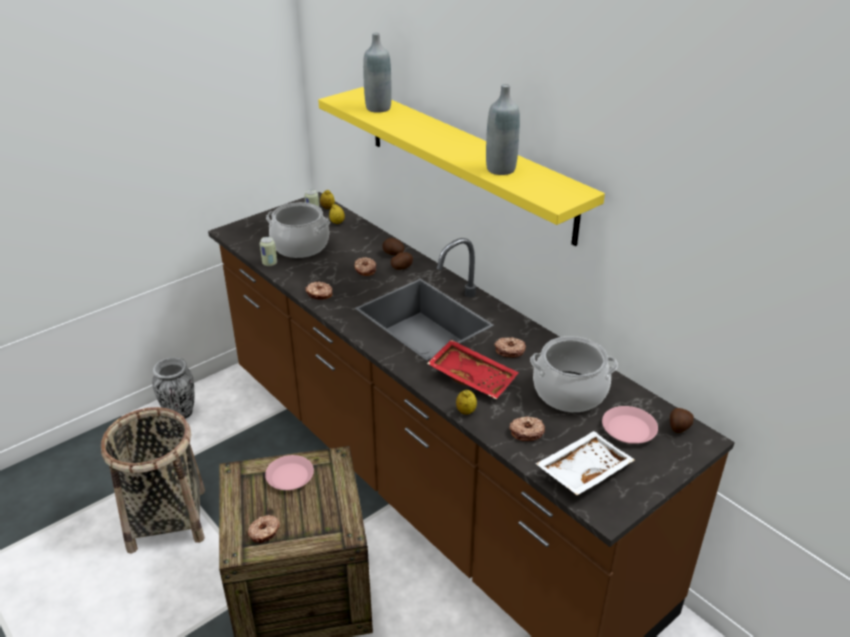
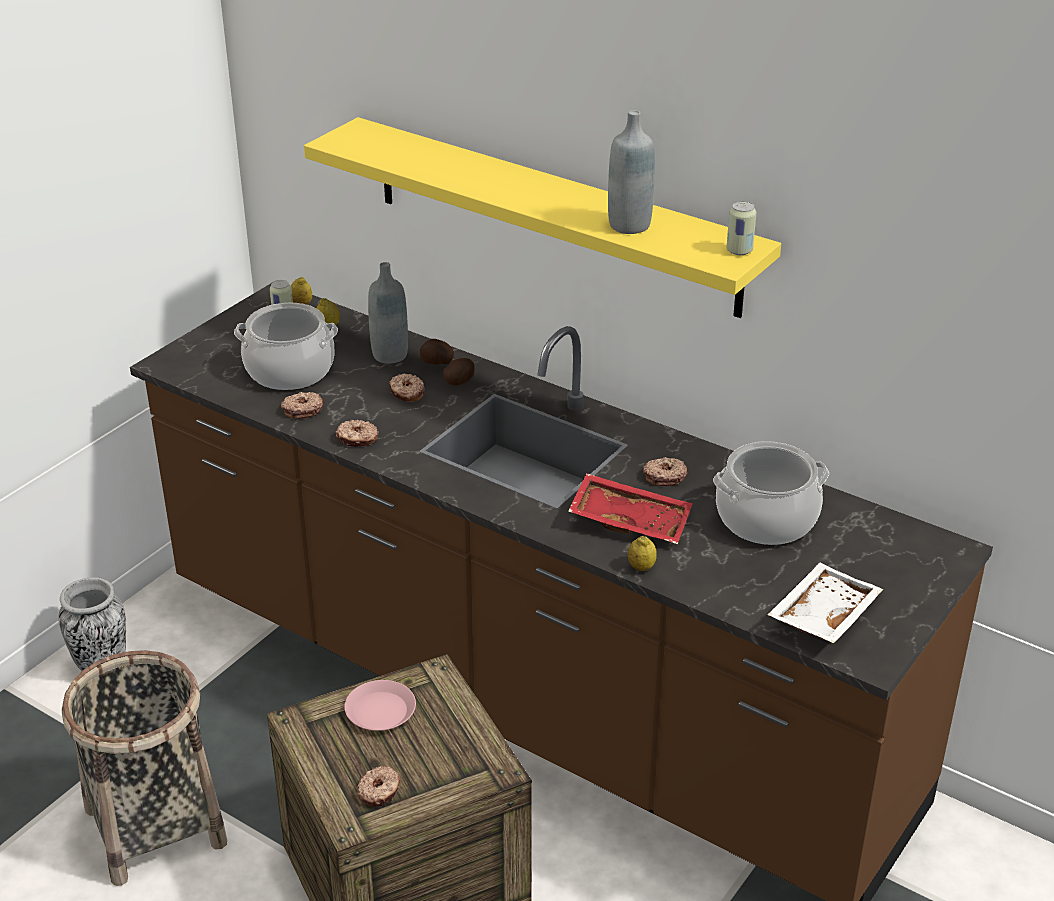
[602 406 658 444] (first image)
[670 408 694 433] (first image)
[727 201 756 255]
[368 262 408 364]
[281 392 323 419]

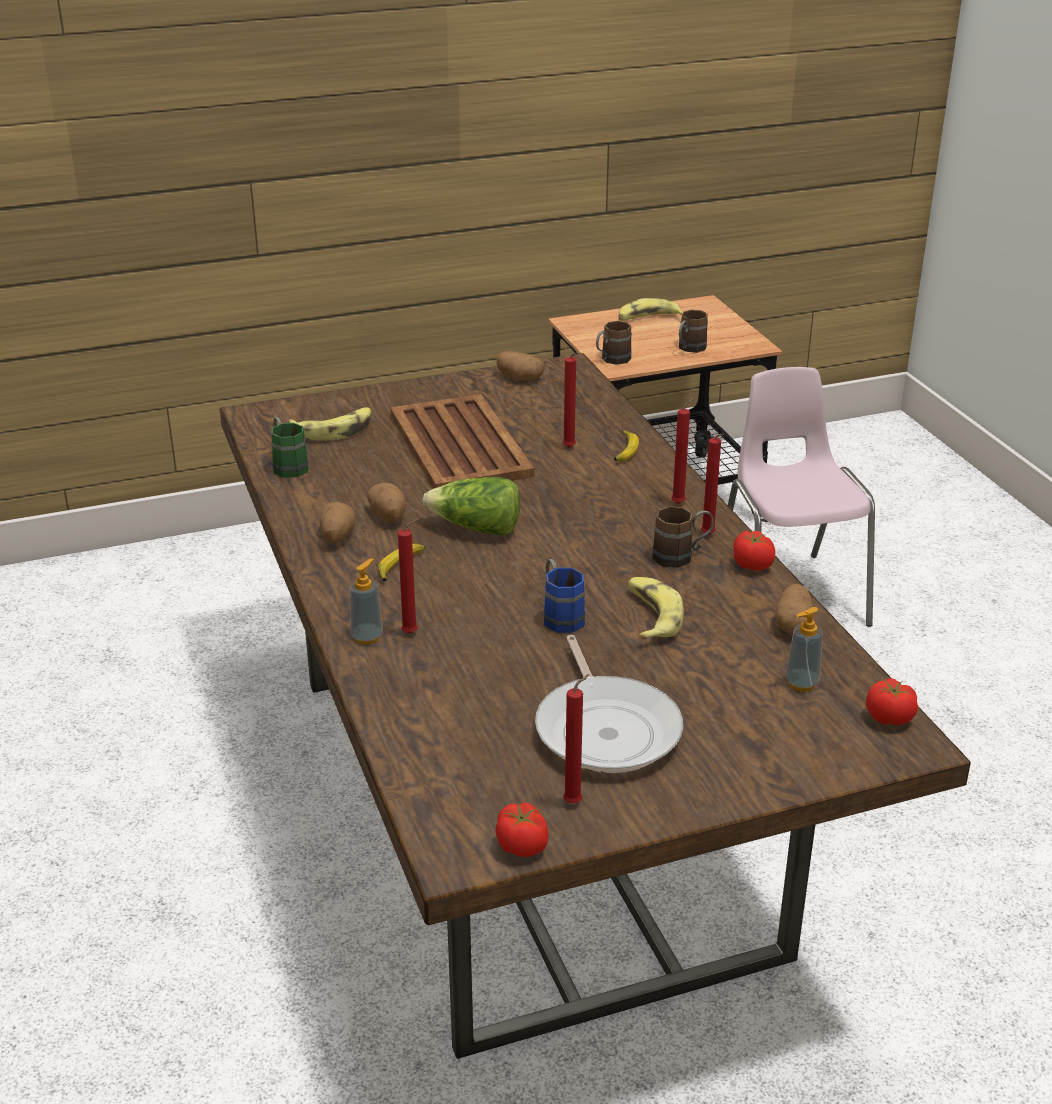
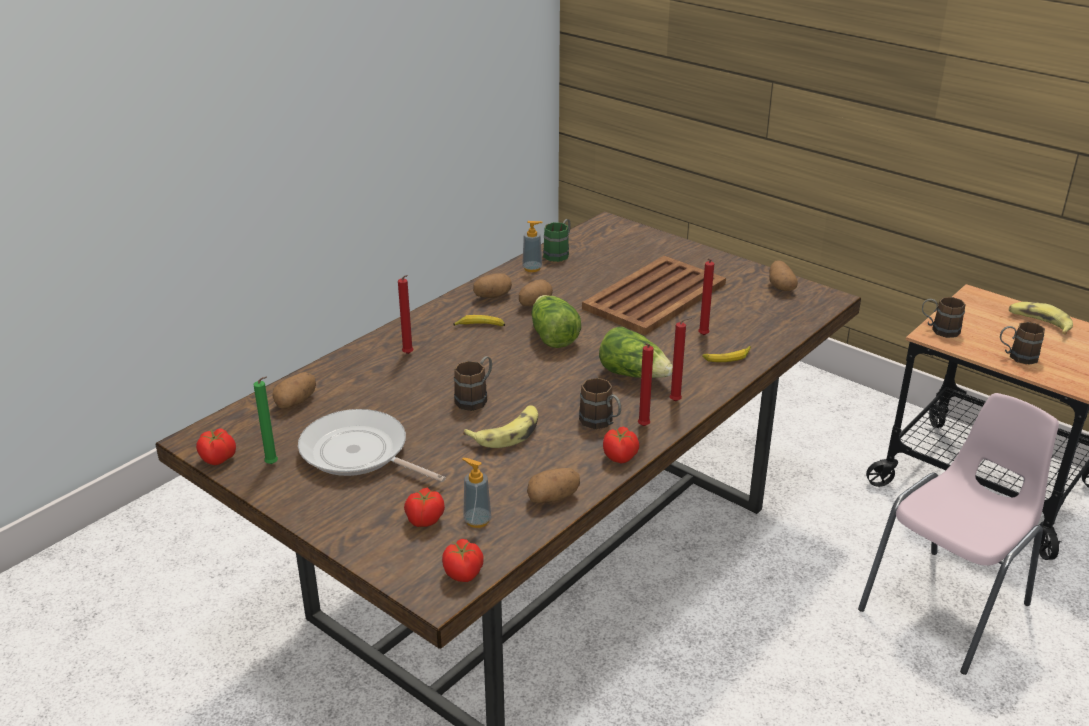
[288 407 371 441] (first image)
[272 372 316 409]
[404 488 445 527]
[599 327 673 378]
[522 221 542 272]
[454 356 492 411]
[254 377 278 464]
[298 409 446 482]

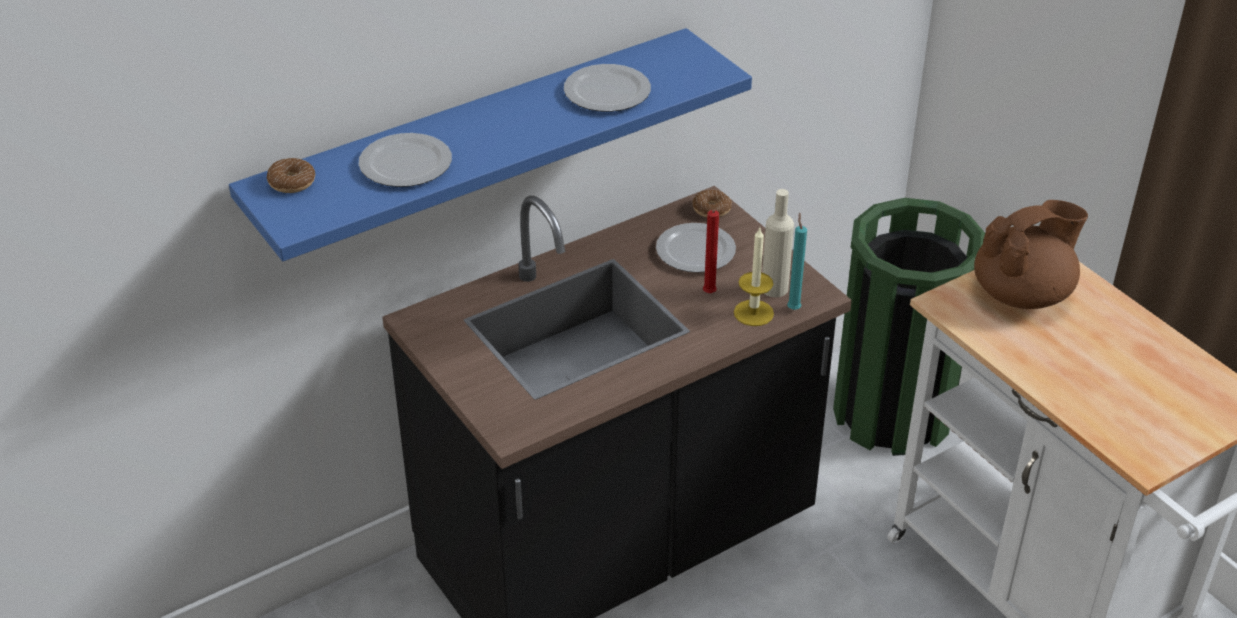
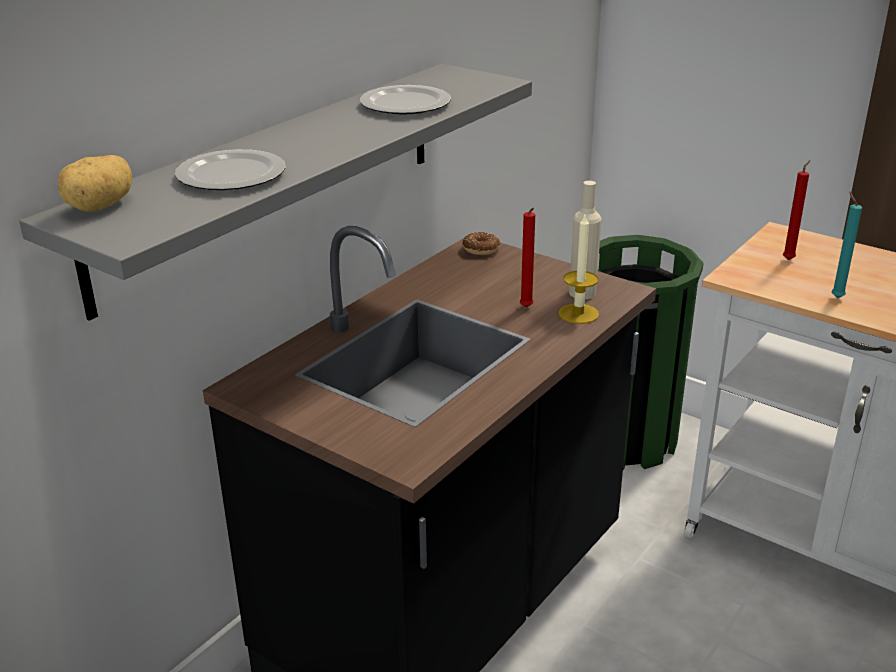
[656 223 736 273] (first image)
[831 192 862 298]
[58 155 132 212]
[783 160 810 260]
[19 64 532 321]

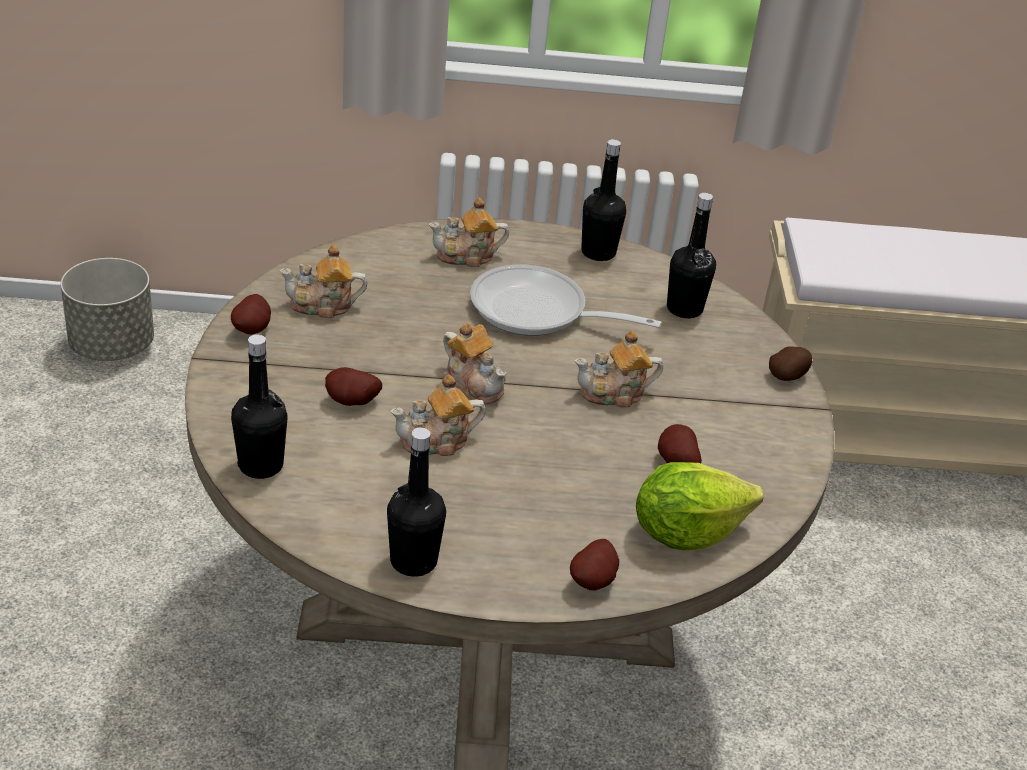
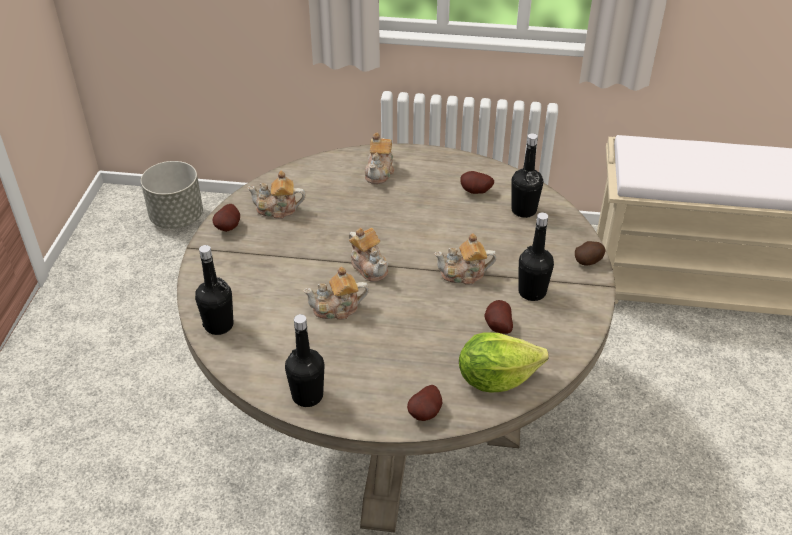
[470 265 662 336] (first image)
[460 171 494 194]
[518 212 554 301]
[365 133 395 184]

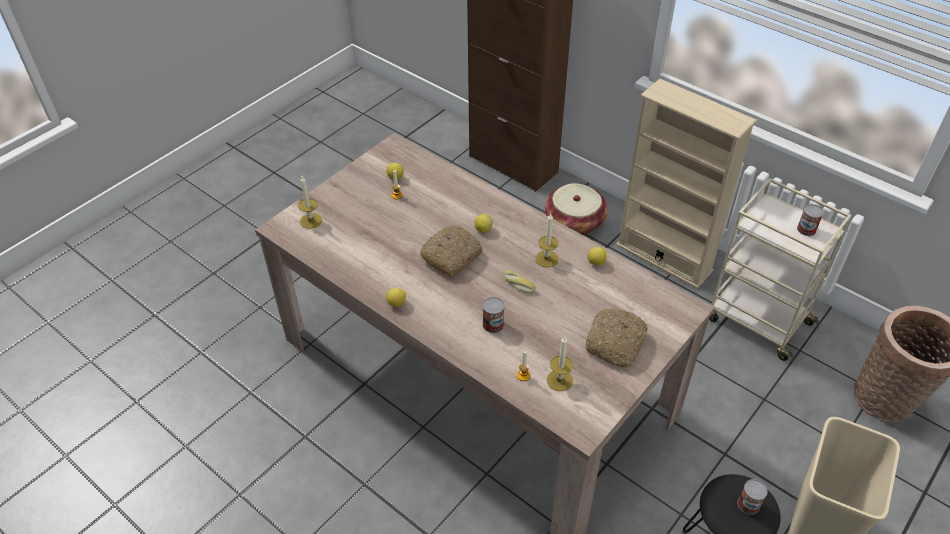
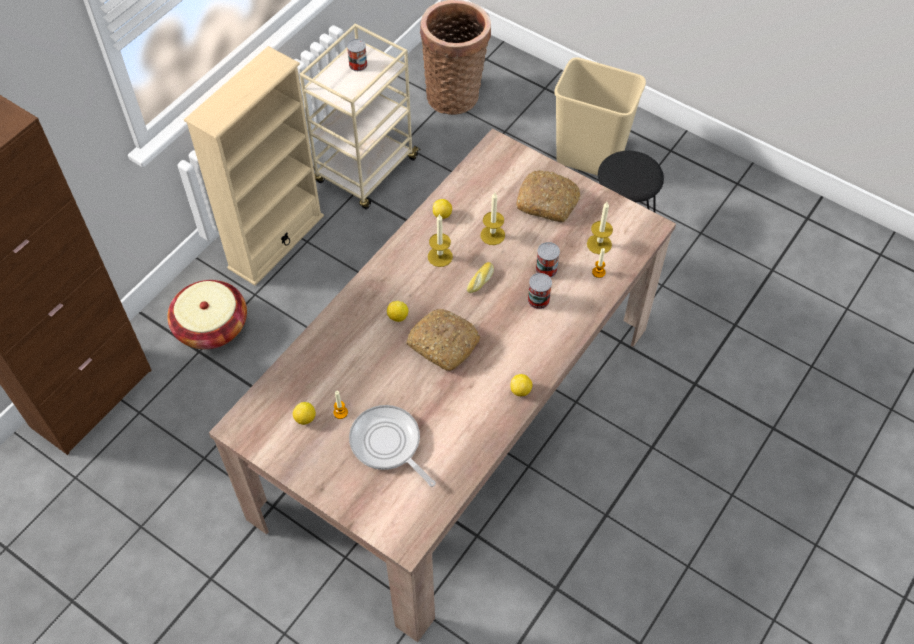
[349 405 436 487]
[480 193 505 245]
[536 242 560 278]

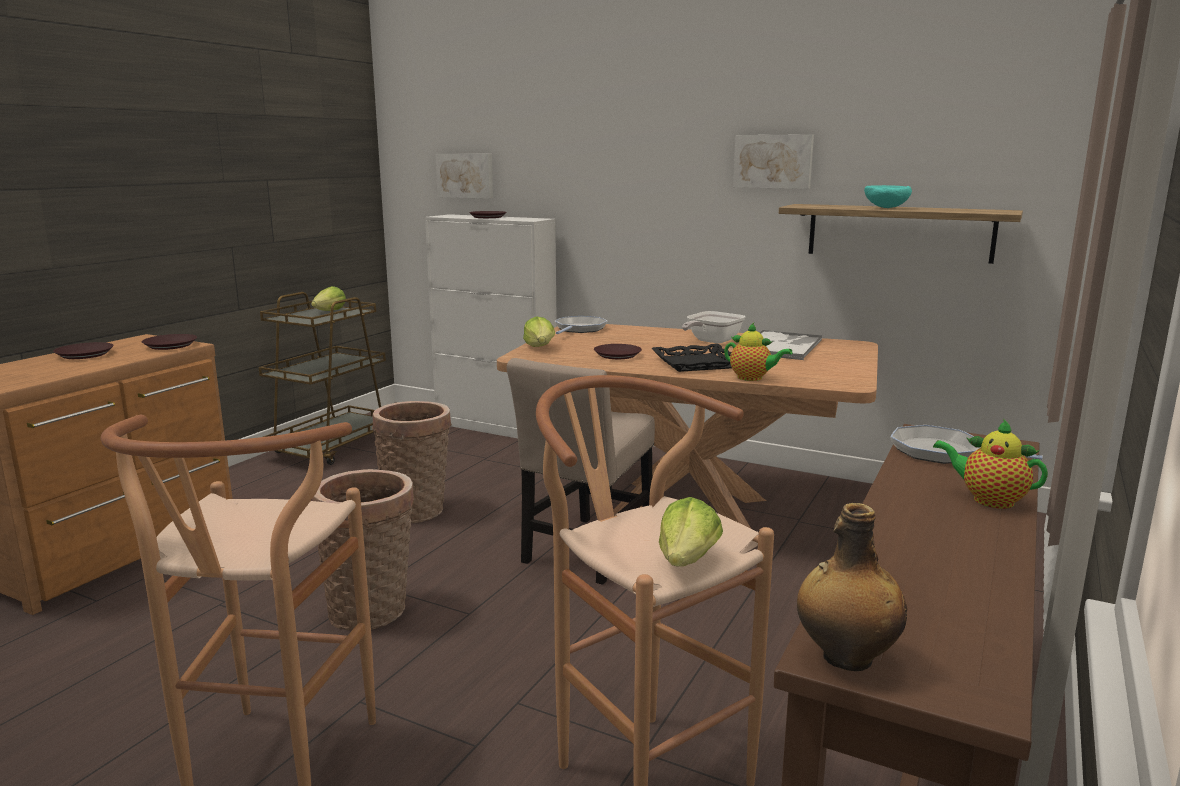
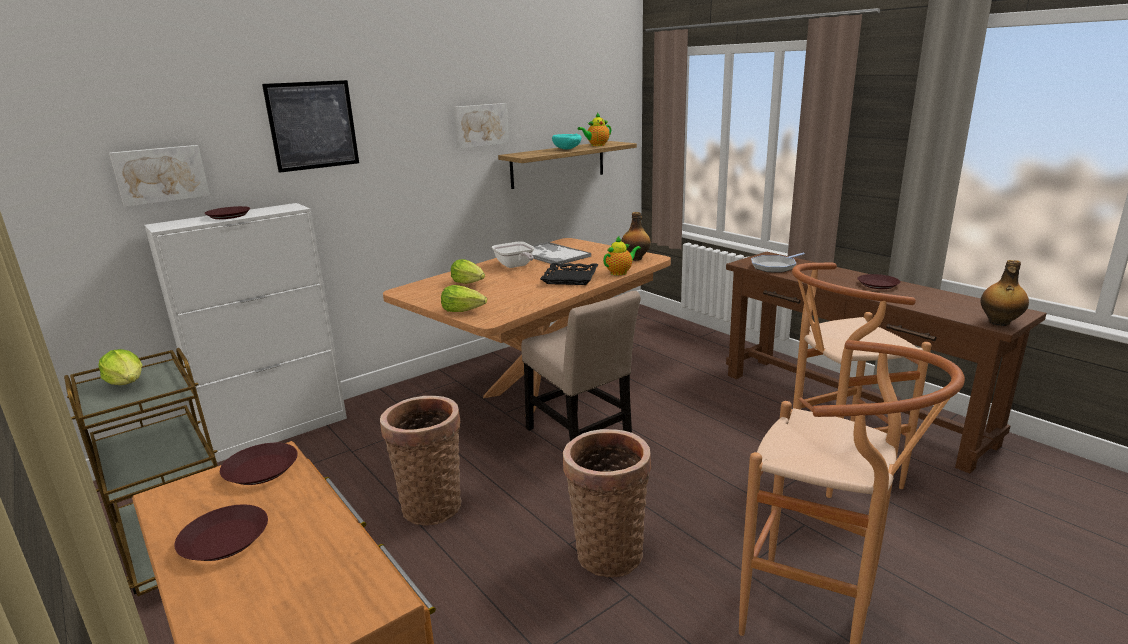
[555 316 607 334] (first image)
[262 80 359 173]
[621 212 651 261]
[858 274 901 289]
[451 259 485 284]
[578 113 611 146]

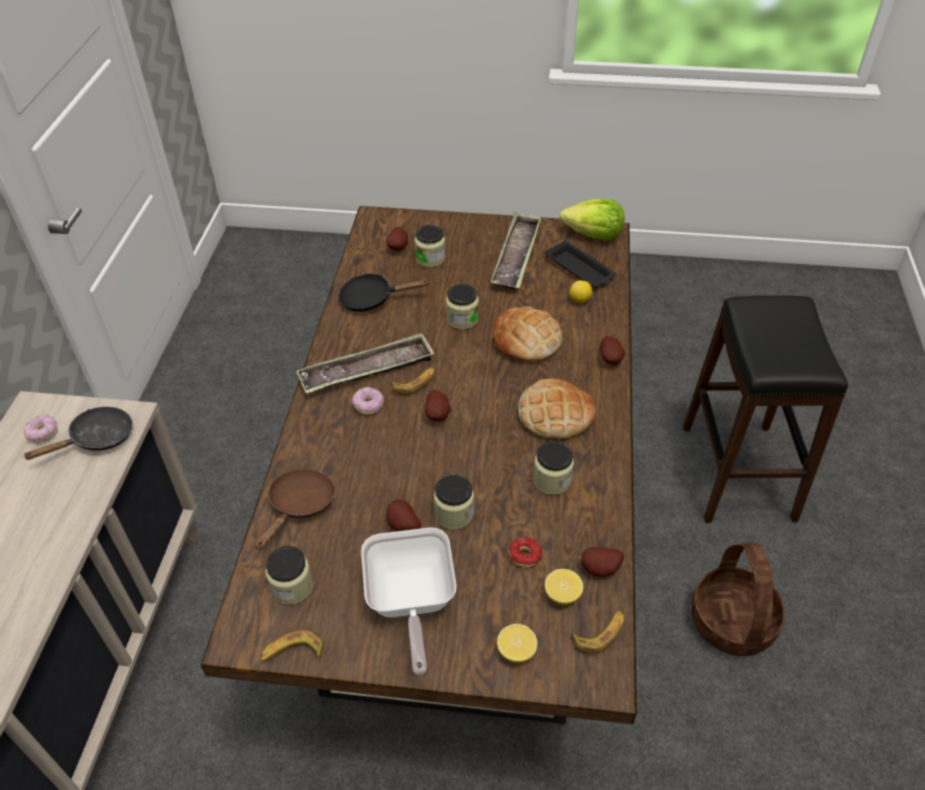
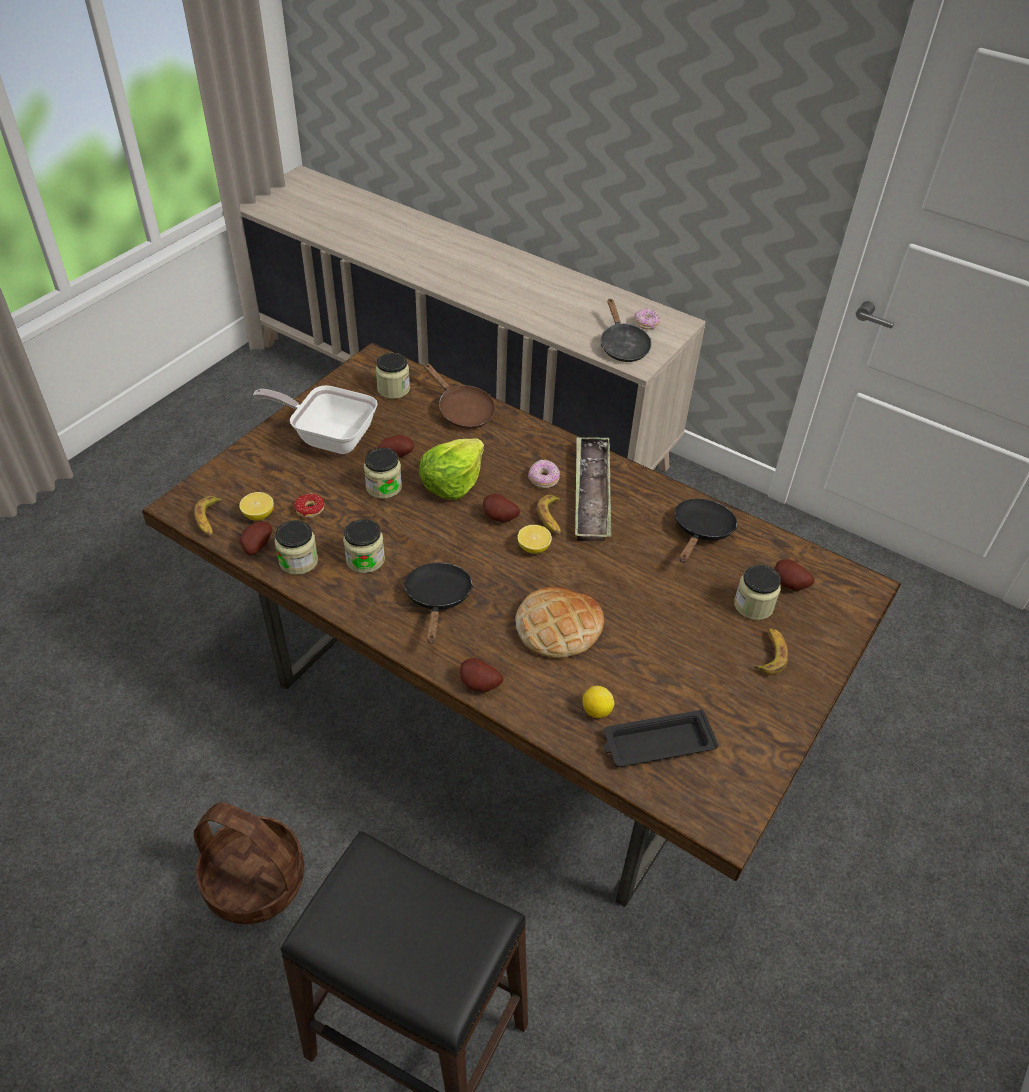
[491 212 541 290] (first image)
[754 628 788 675]
[275 520 318 575]
[517 525 552 553]
[419 438 484 500]
[403 563 473 644]

